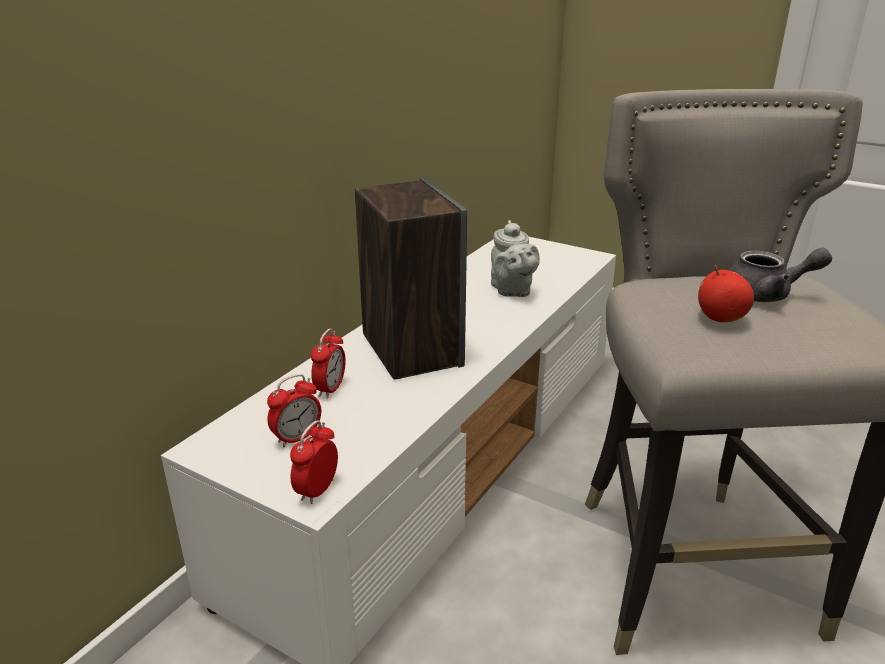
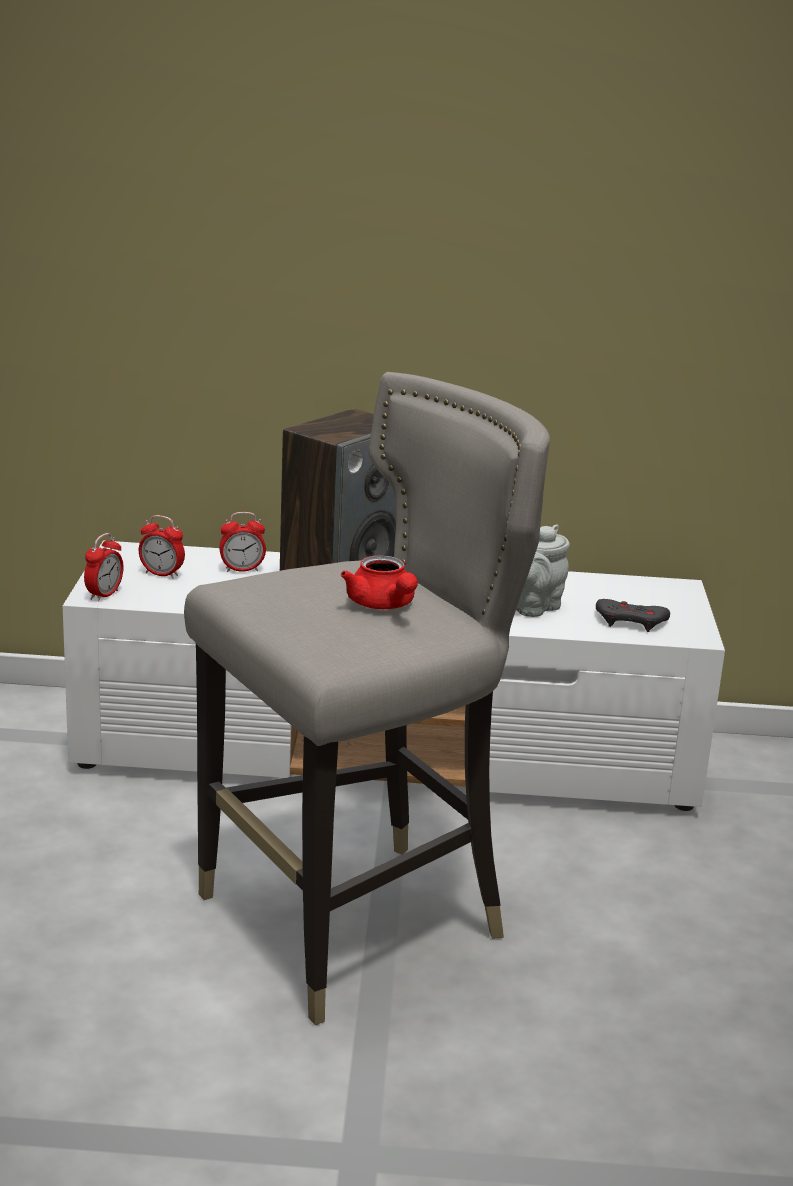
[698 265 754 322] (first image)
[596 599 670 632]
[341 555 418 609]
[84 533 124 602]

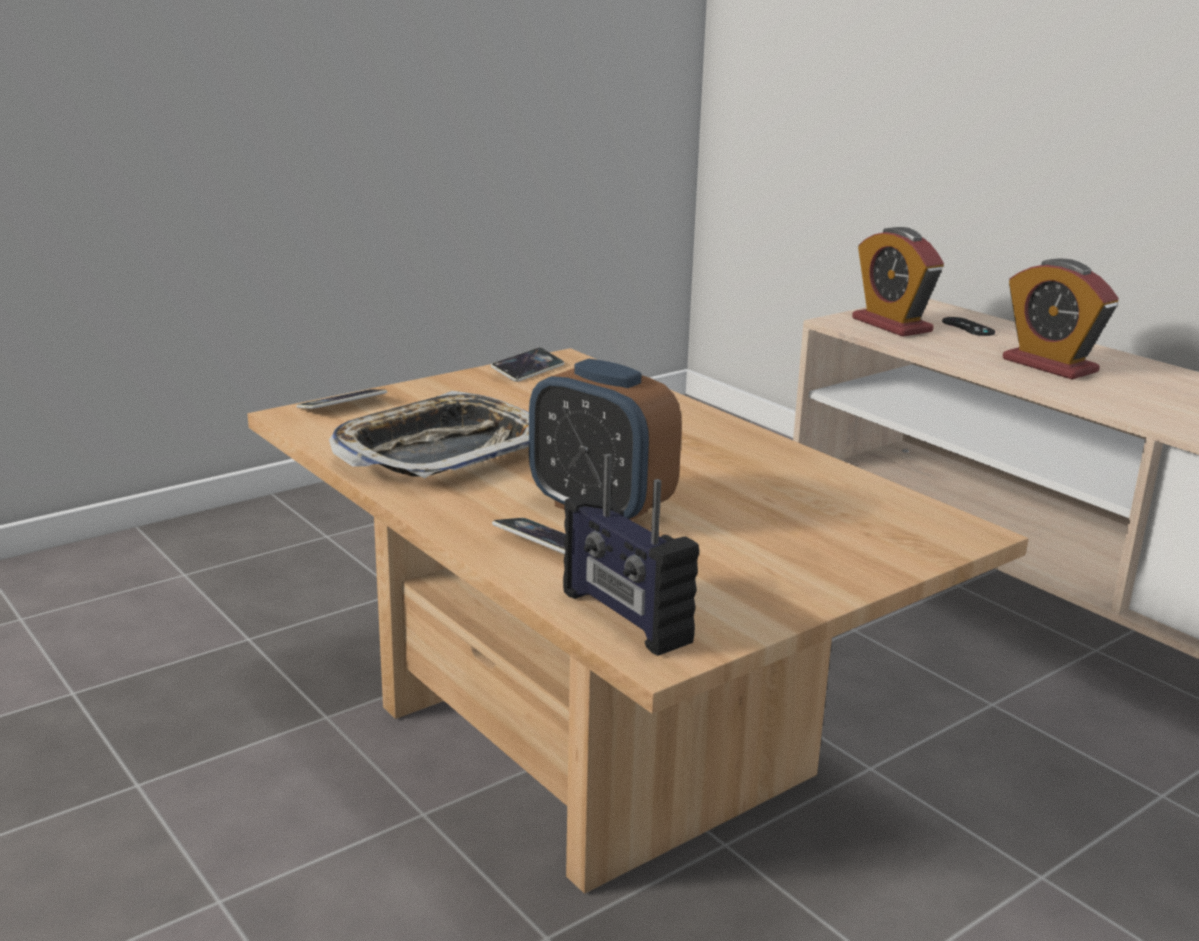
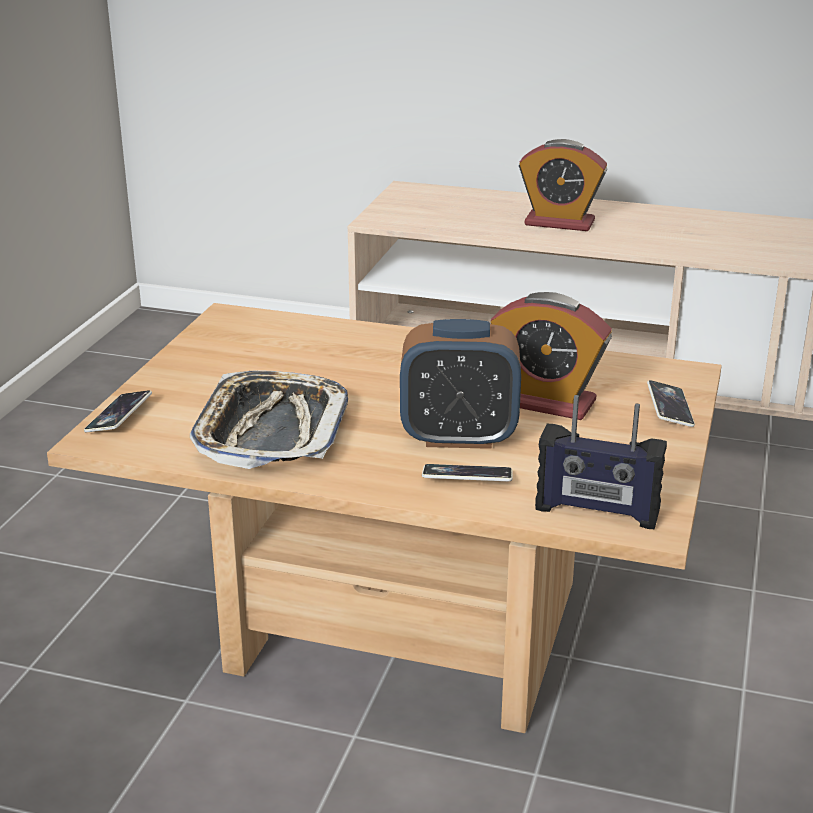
[942 317 995 336] (first image)
[647 380 695 427]
[491 292 612 420]

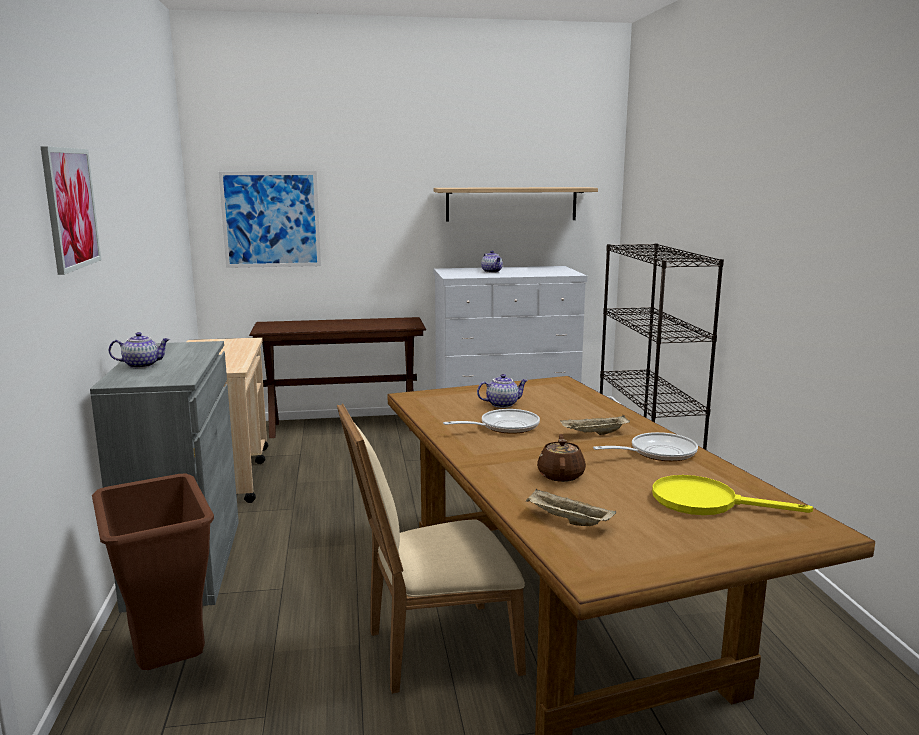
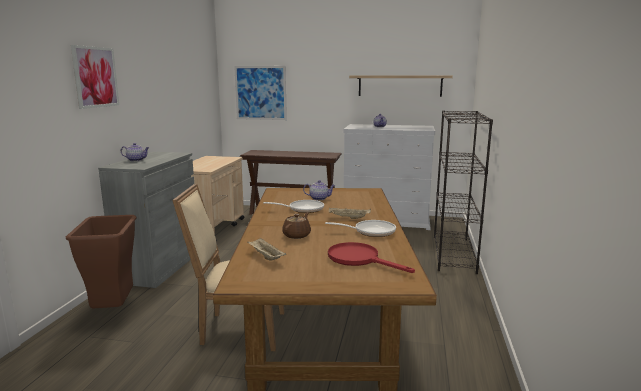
[328 242 415 273]

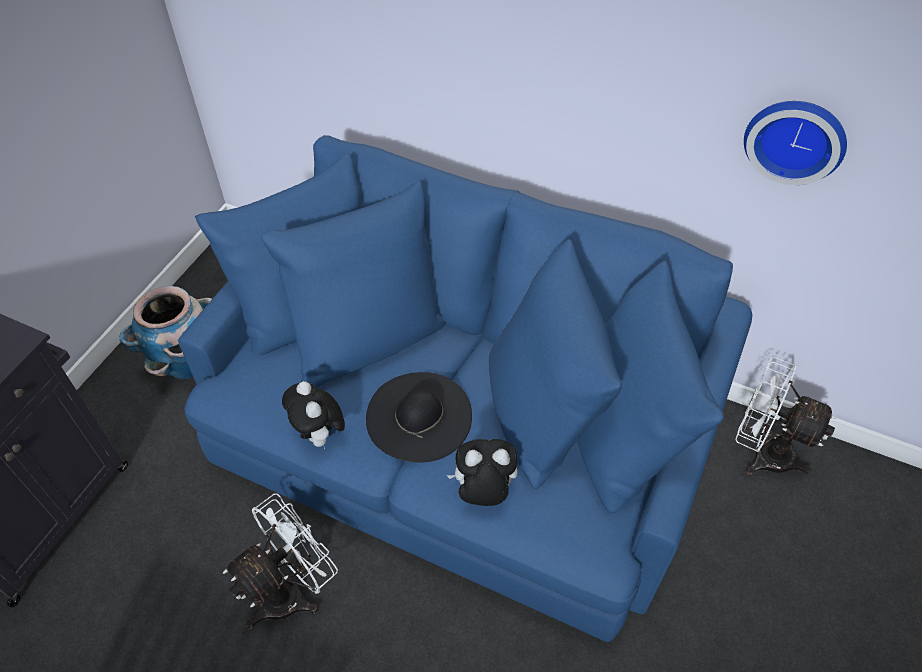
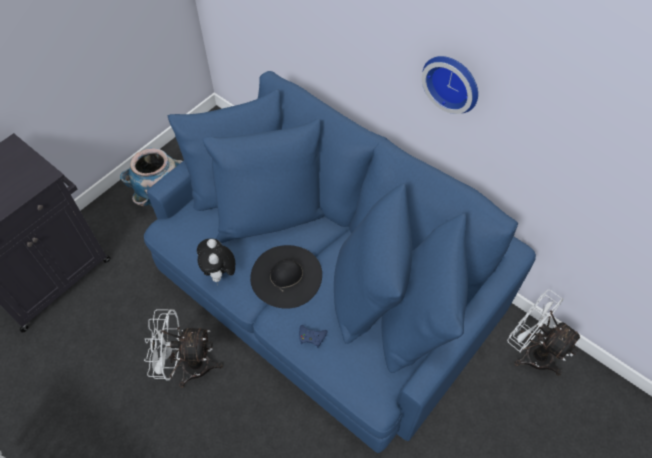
[422 56 478 114]
[299 325 327 348]
[144 309 223 388]

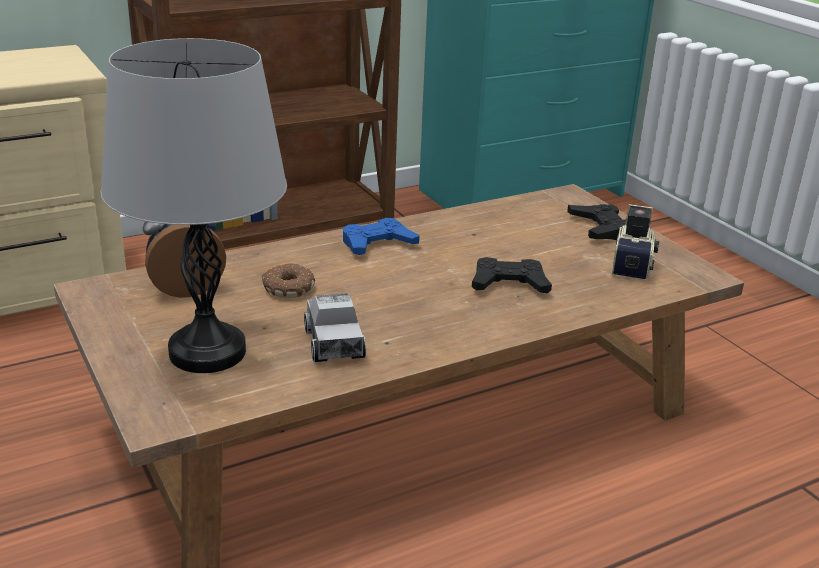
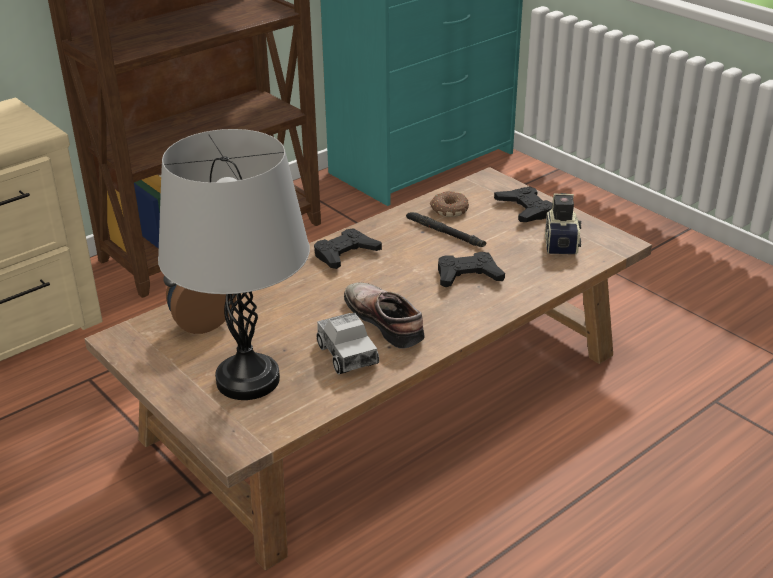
[344 283 425 349]
[406 212 486 247]
[430 191 469 217]
[314 228 382 269]

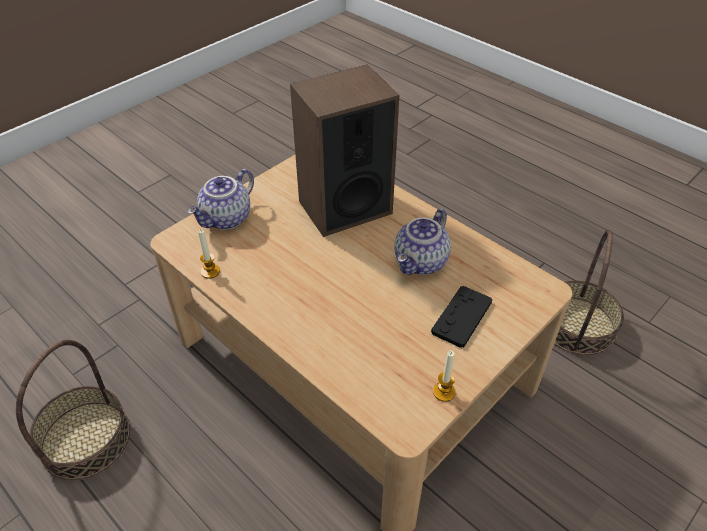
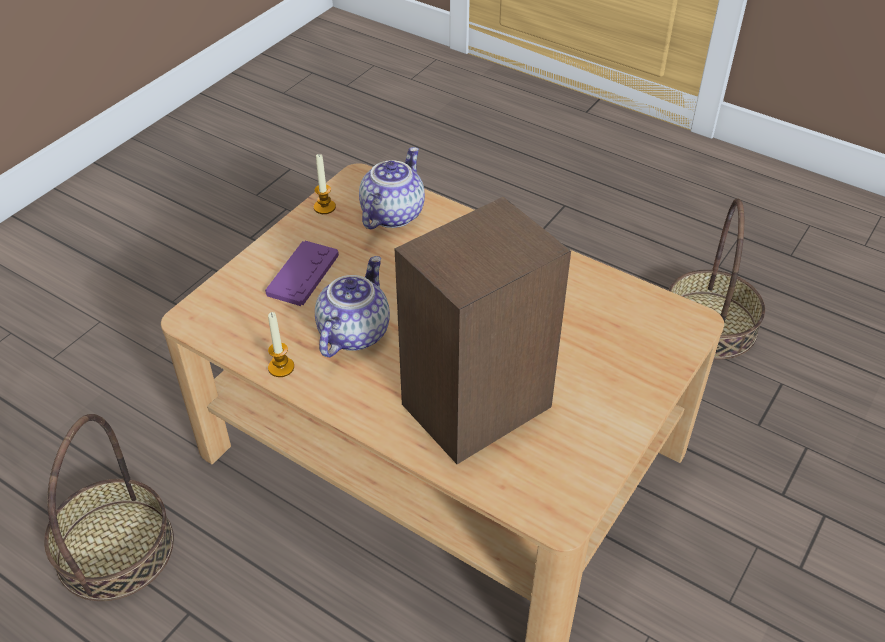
[359 147 425 229]
[268 312 294 377]
[265 241 339 306]

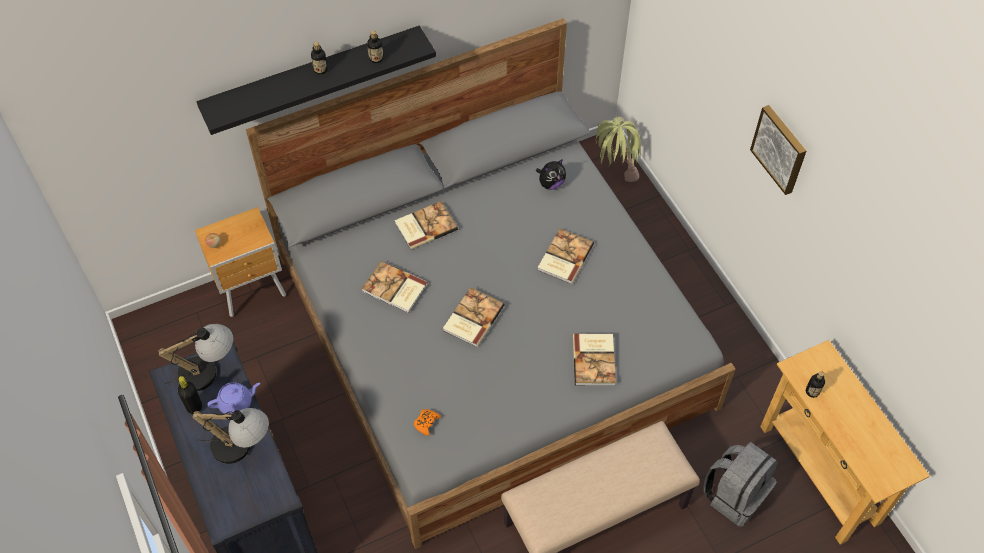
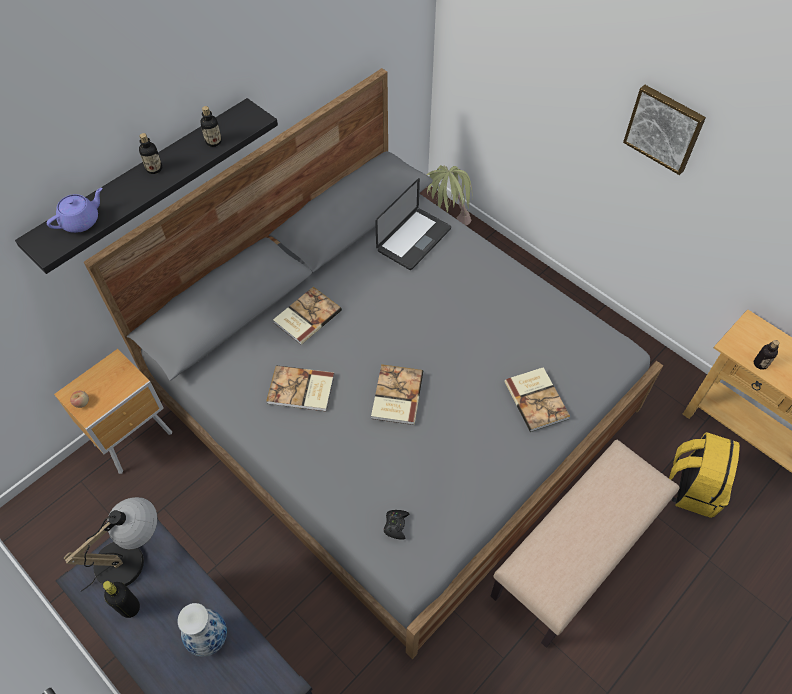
[537 229 594 284] (first image)
[47 188 103 233]
[178 603 227 657]
[375 178 451 270]
[384 510 409 540]
[669 432 740 518]

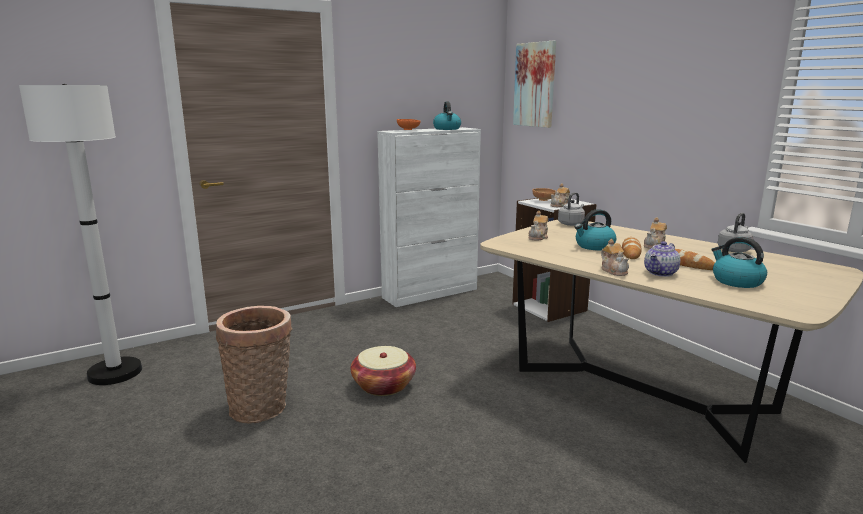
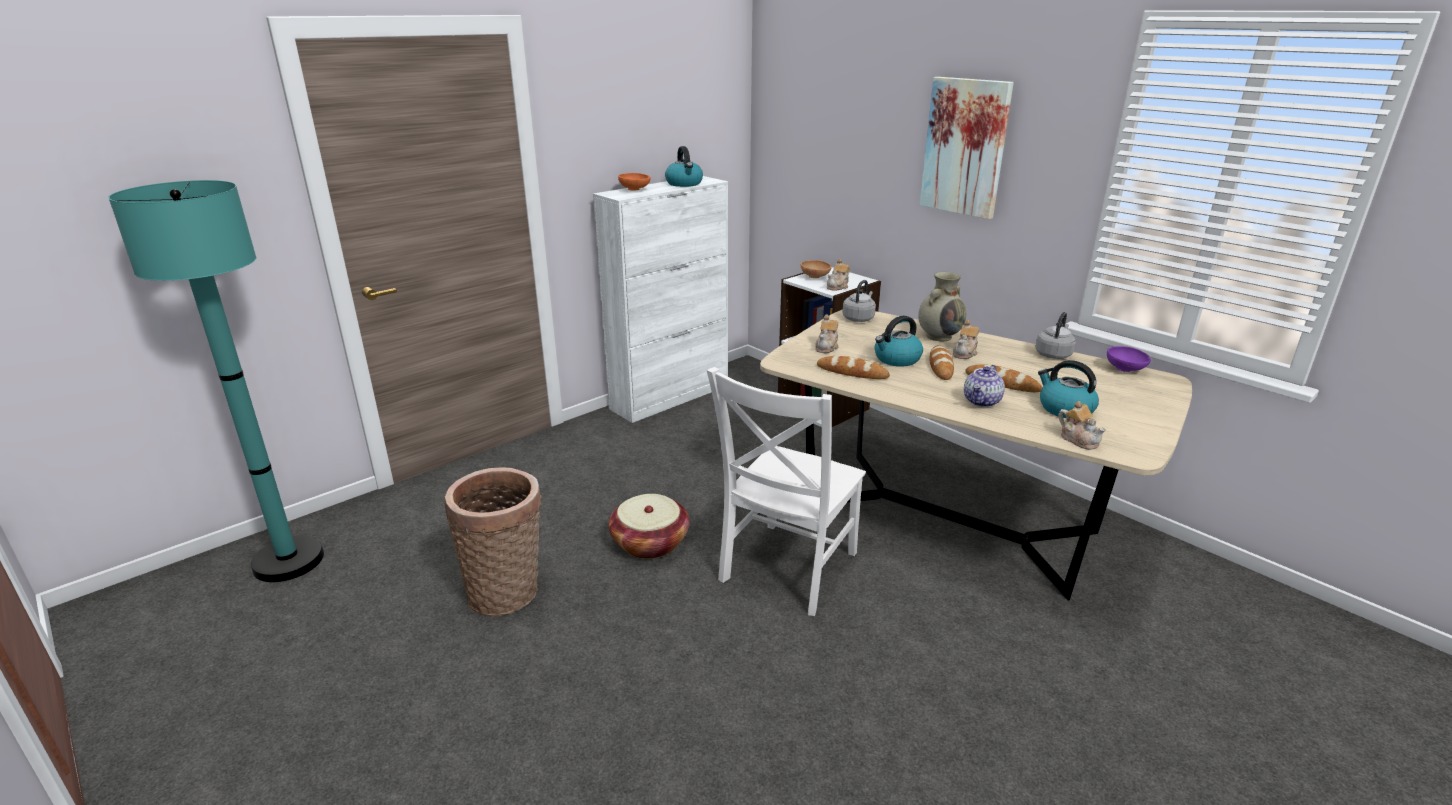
[707 367 866 616]
[817 356 890 379]
[918 272 966 341]
[1107 346 1151 372]
[919 77 1014 219]
[1058 401 1106 450]
[108 180 324 582]

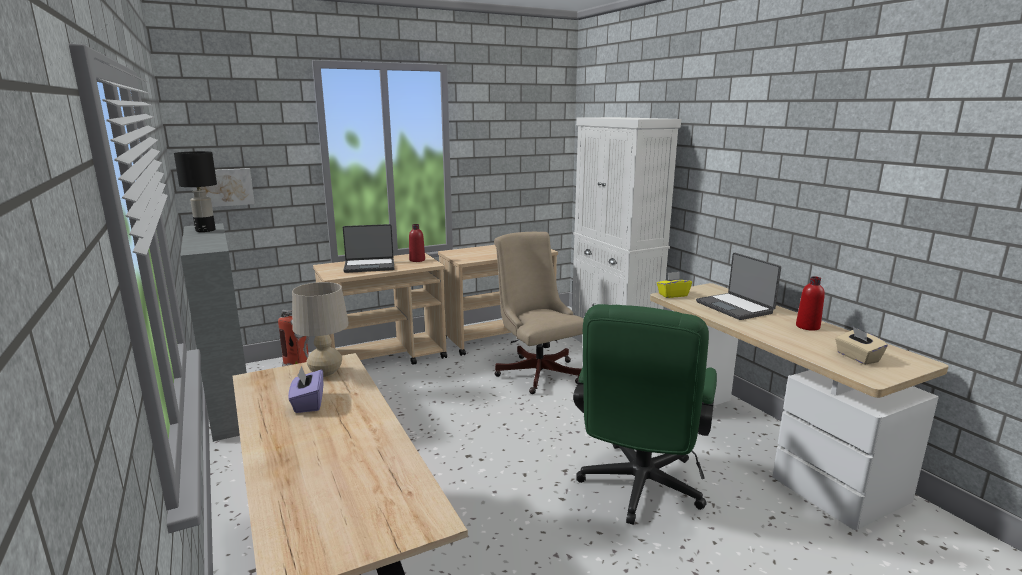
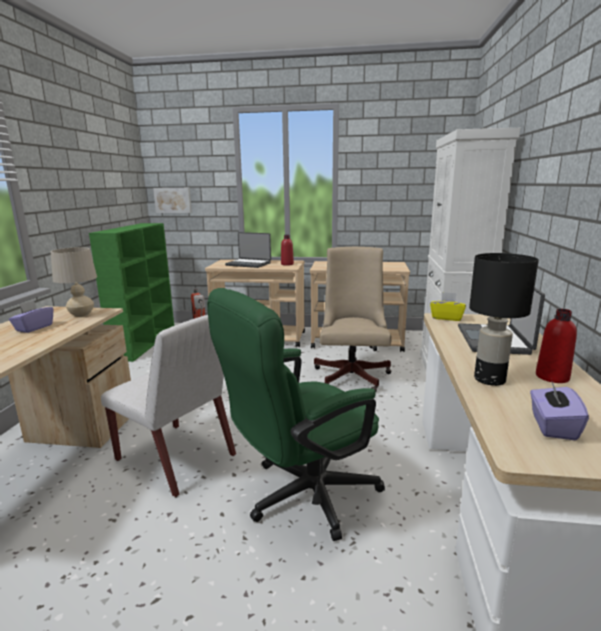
[101 315 236 497]
[469 253 539 386]
[89 223 174 362]
[530 380 589 440]

